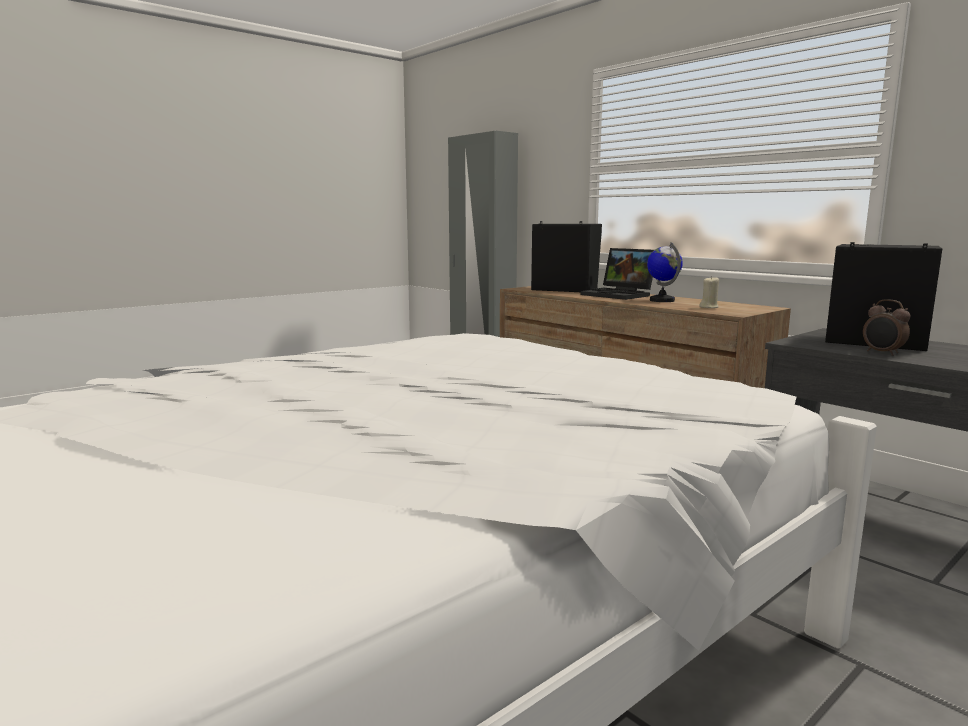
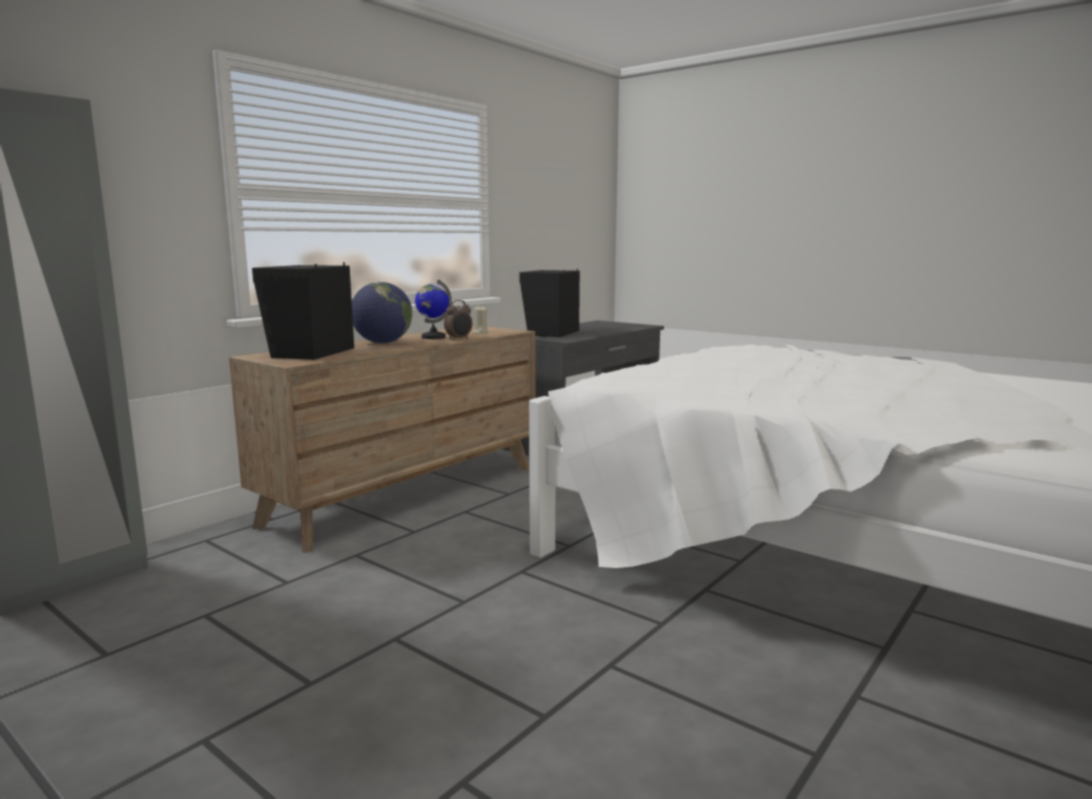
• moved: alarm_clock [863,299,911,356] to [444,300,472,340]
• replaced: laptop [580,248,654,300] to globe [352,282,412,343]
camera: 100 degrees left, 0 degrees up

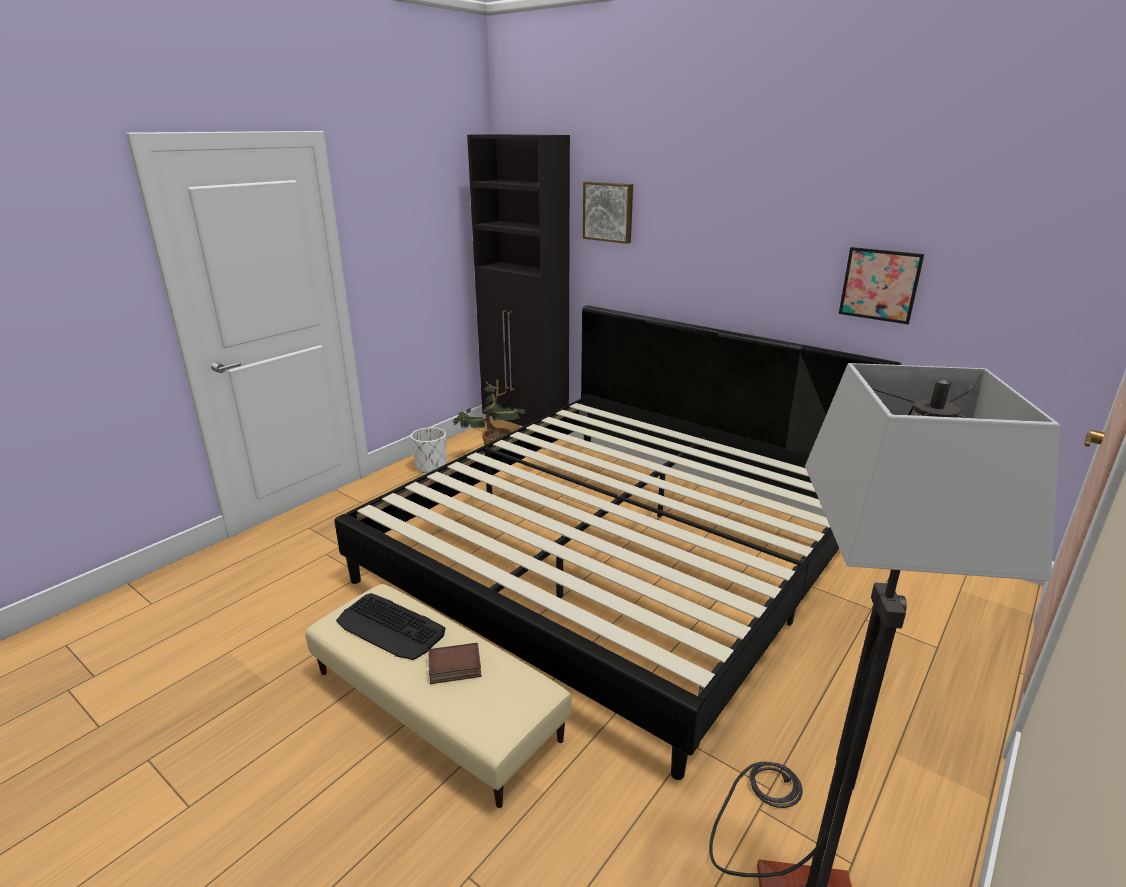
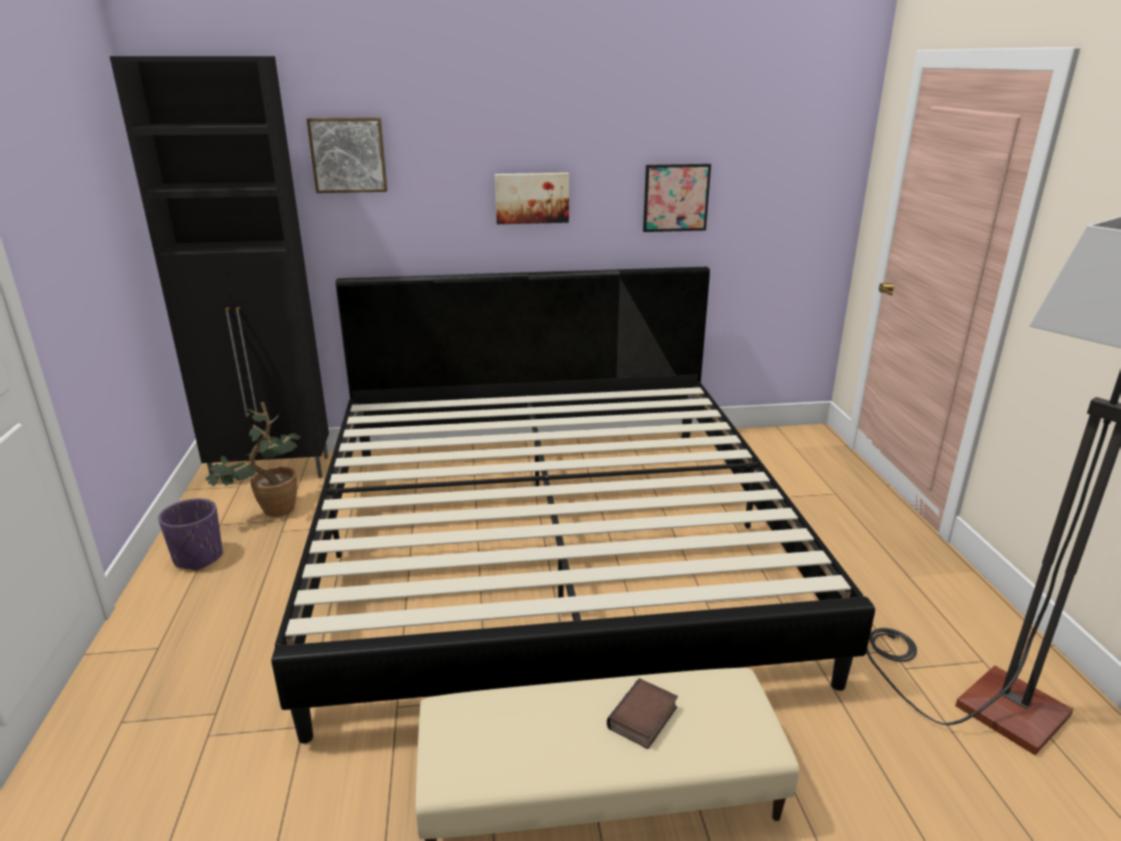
• removed: keyboard [336,593,446,660]
• added: picture [495,173,569,224]
• recoloured: white_planter [410,427,447,473] to purple_planter [158,498,223,571]
camera: 45 degrees left, 0 degrees up

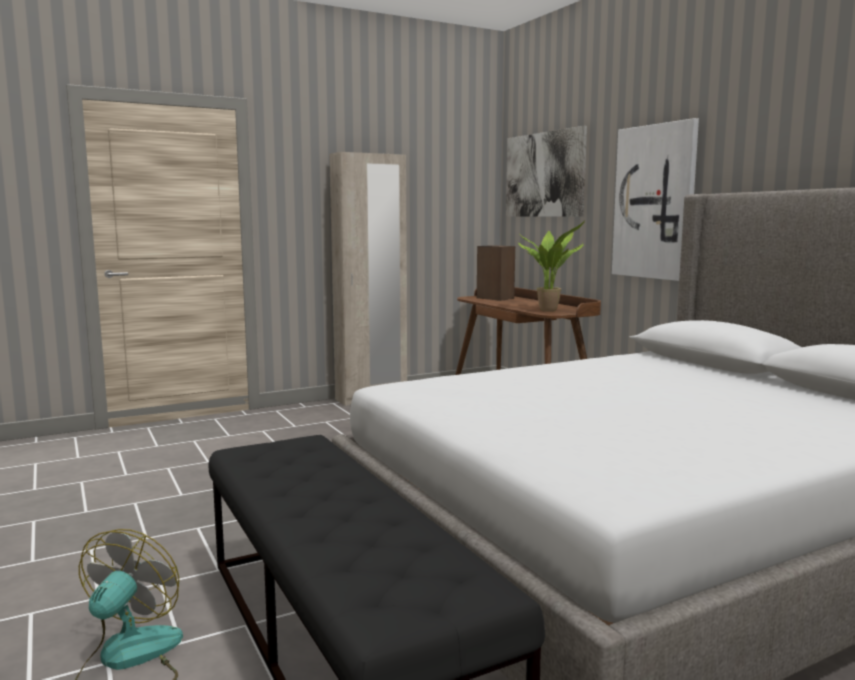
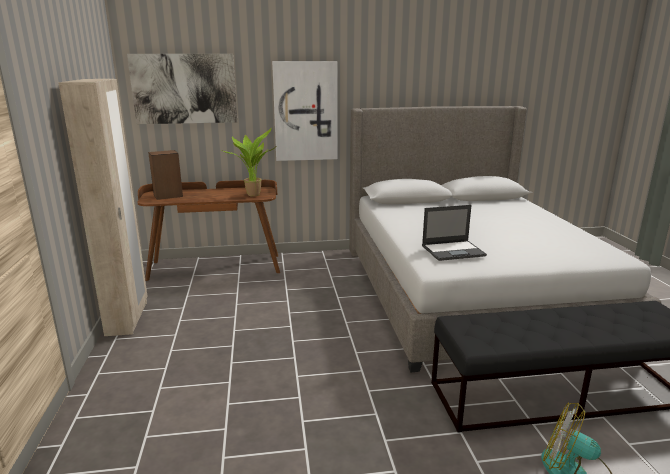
• added: laptop [422,205,487,261]
camera: 70 degrees left, 10 degrees up

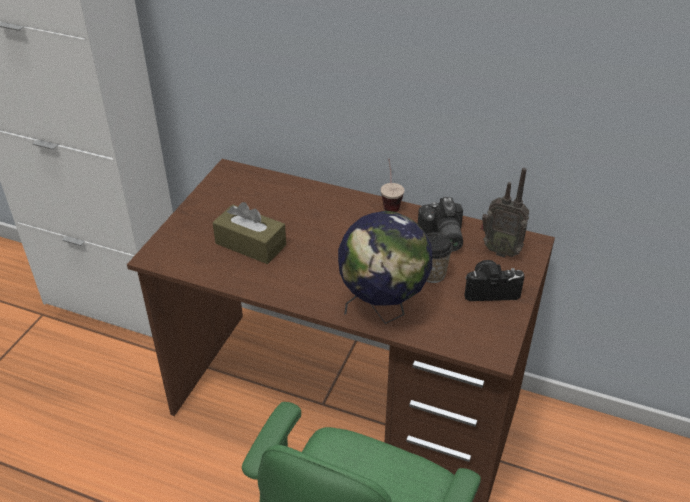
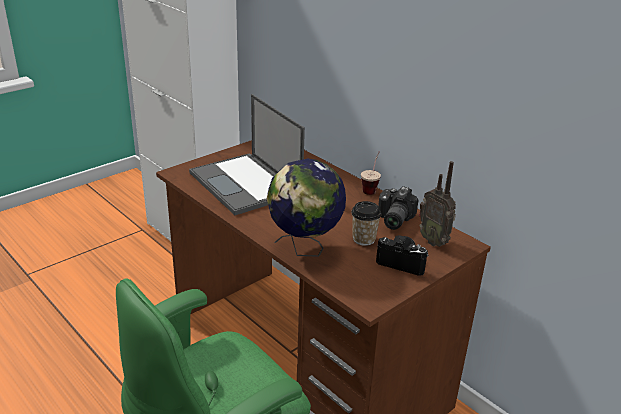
• replaced: brown_tissue_box [212,202,286,264] to laptop [189,94,305,215]
camera: 25 degrees right, 10 degrees down

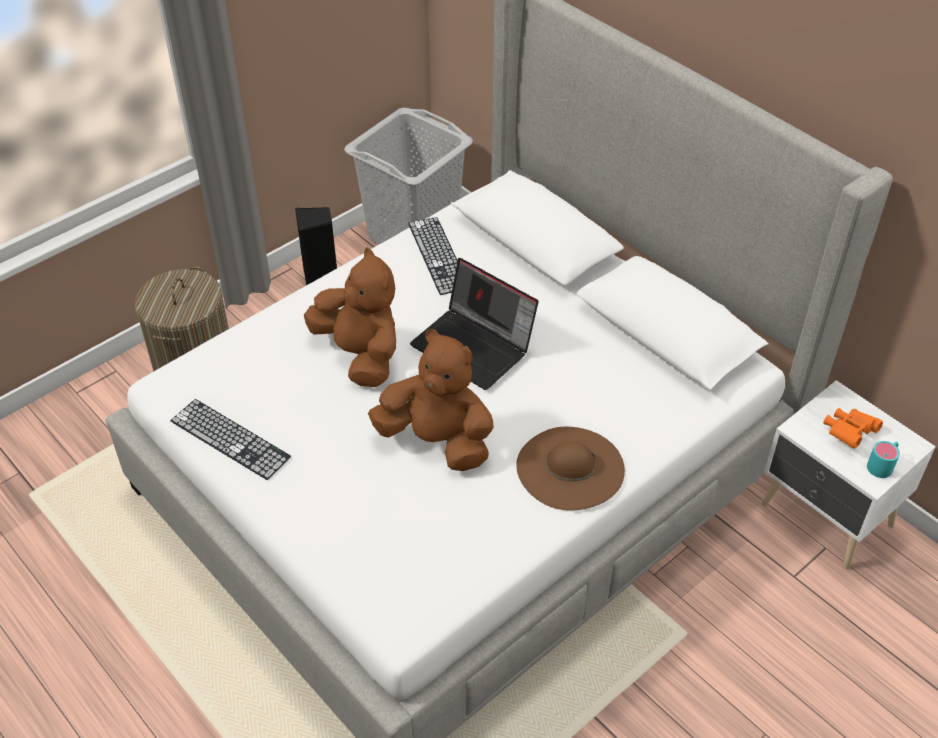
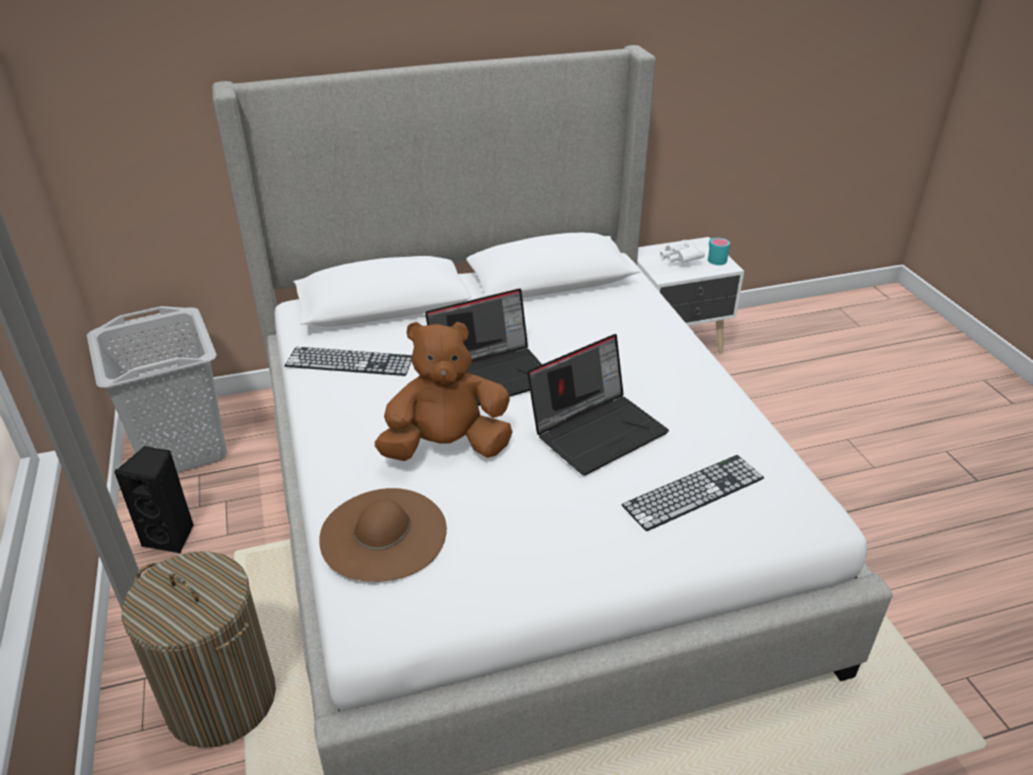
• moved: keyboard [170,399,291,480] to [621,455,764,532]
• moved: brown_hat [516,427,625,511] to [319,488,447,582]
• replaced: brown_plush_toy [368,329,494,471] to laptop [527,334,669,476]
• recoloured: orange_binoculars [823,408,883,449] to white_binoculars [660,240,705,263]
camera: 65 degrees left, 10 degrees down

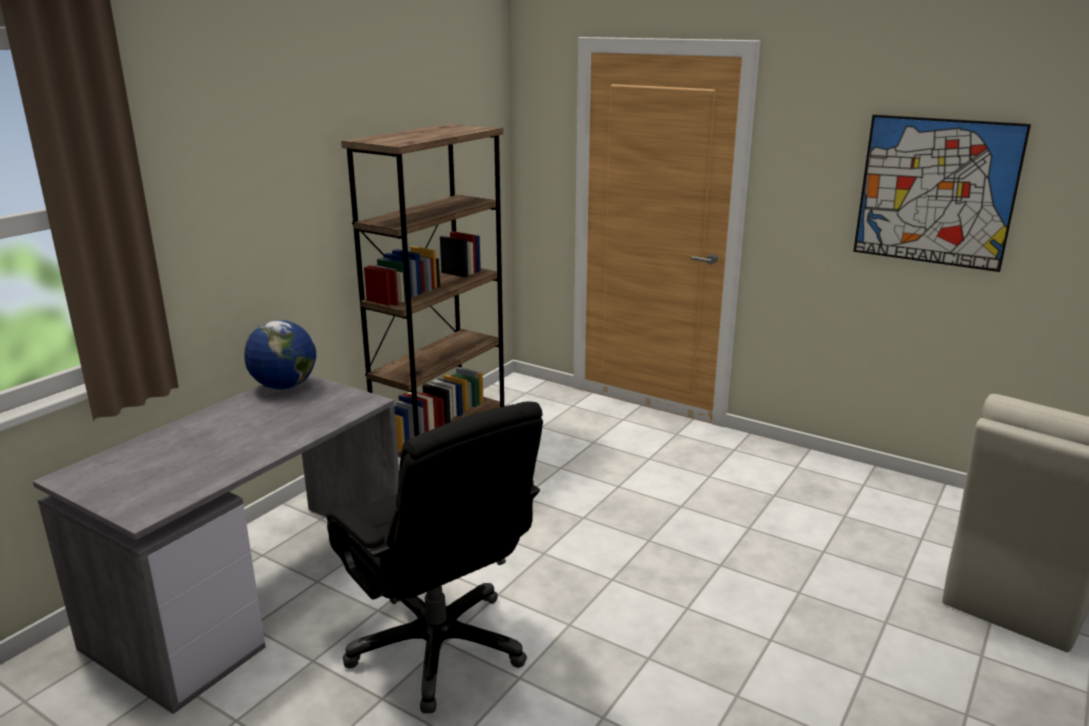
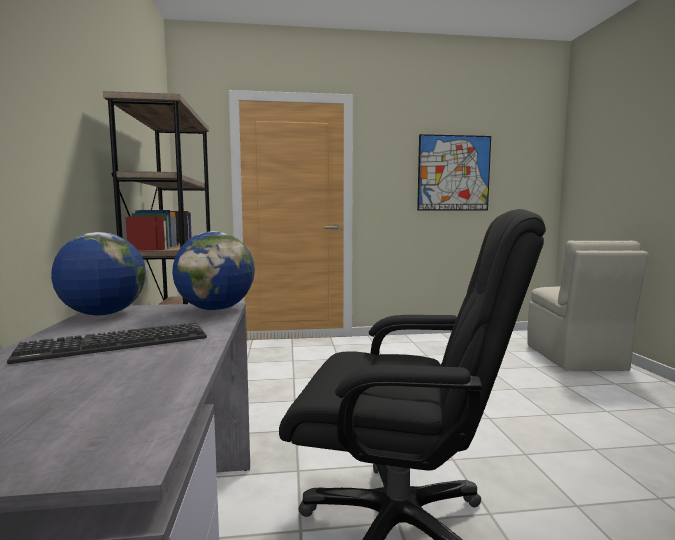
• added: keyboard [7,322,207,364]
• added: globe [172,231,255,311]
camera: 40 degrees left, 15 degrees down

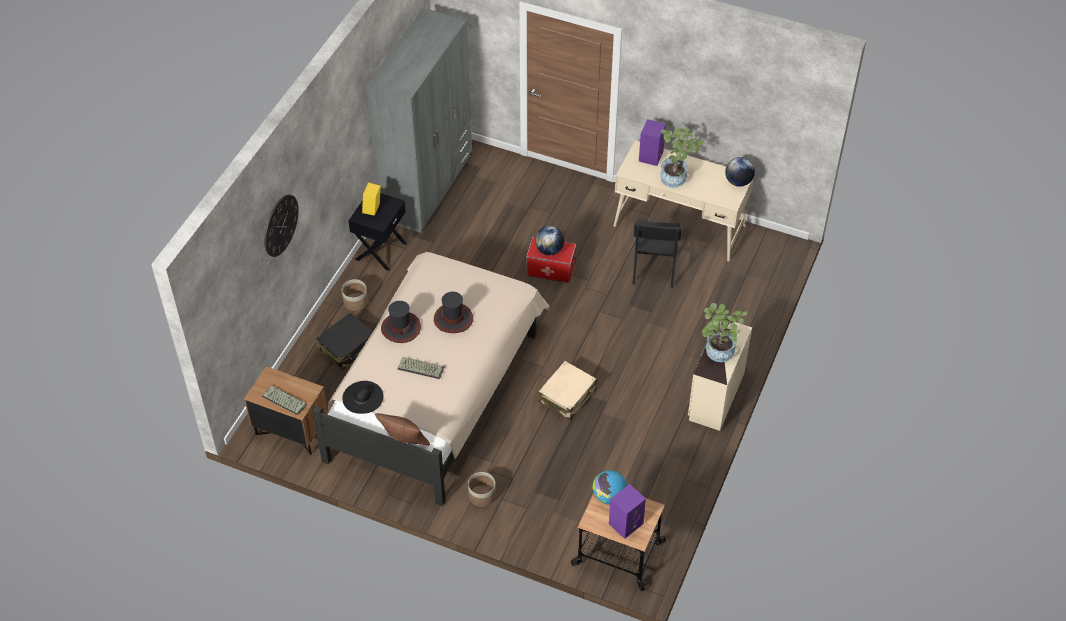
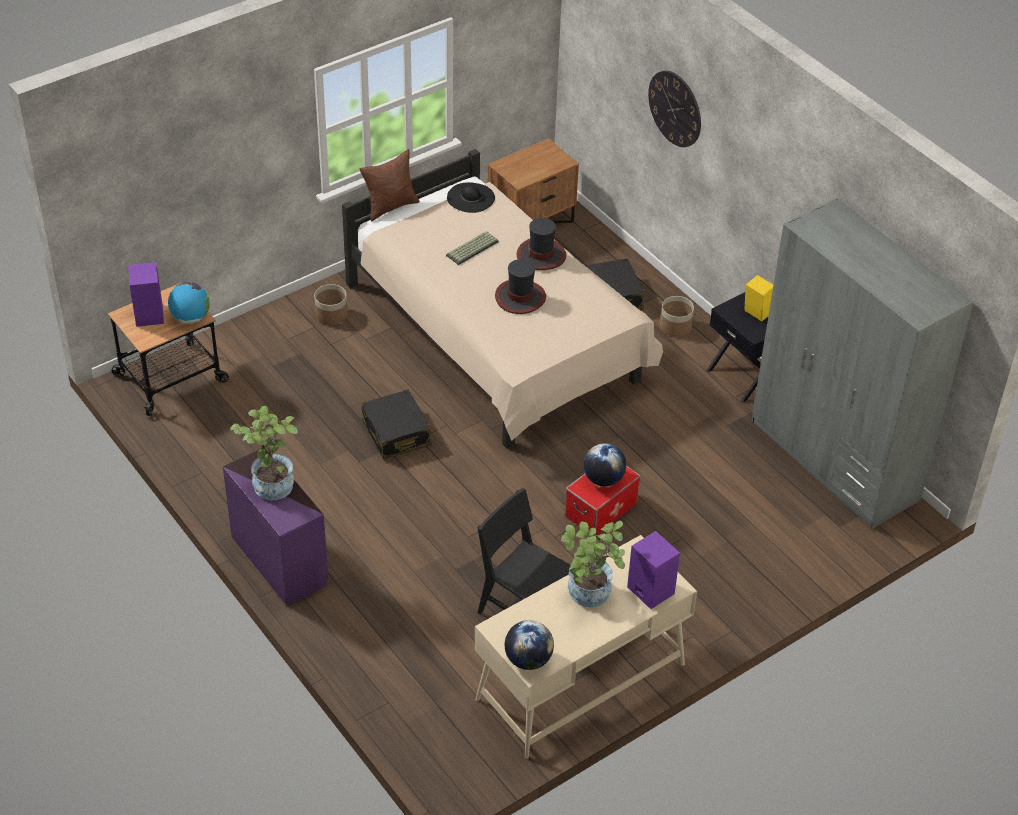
• removed: keyboard [262,385,307,415]
• recoloured: beige_suitcase [538,361,597,420] to black_suitcase [361,389,432,459]
• recoloured: beige_dresser [688,322,752,431] to purple_dresser [223,449,328,606]
camera: 120 degrees right, 5 degrees down

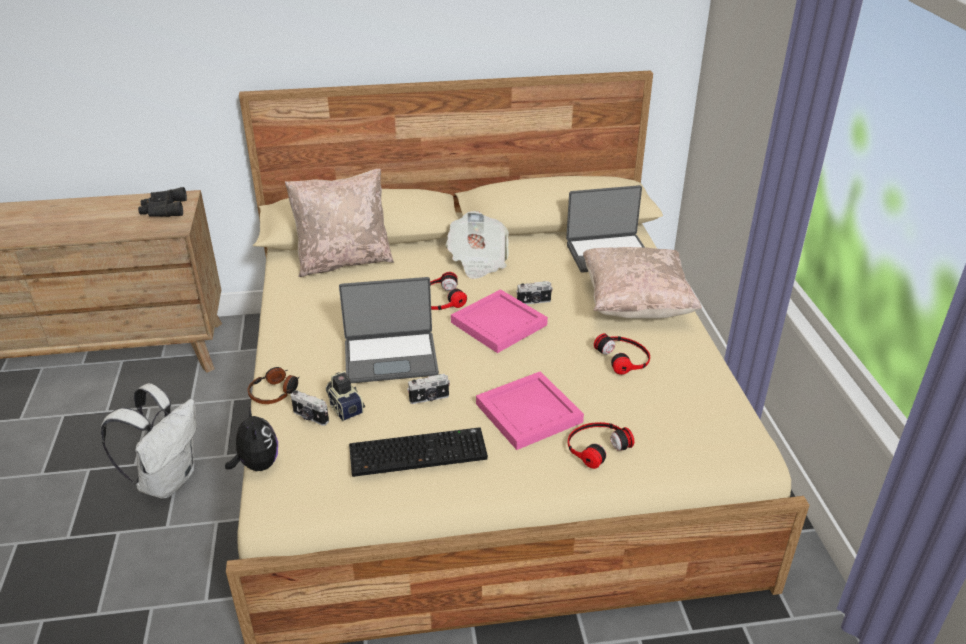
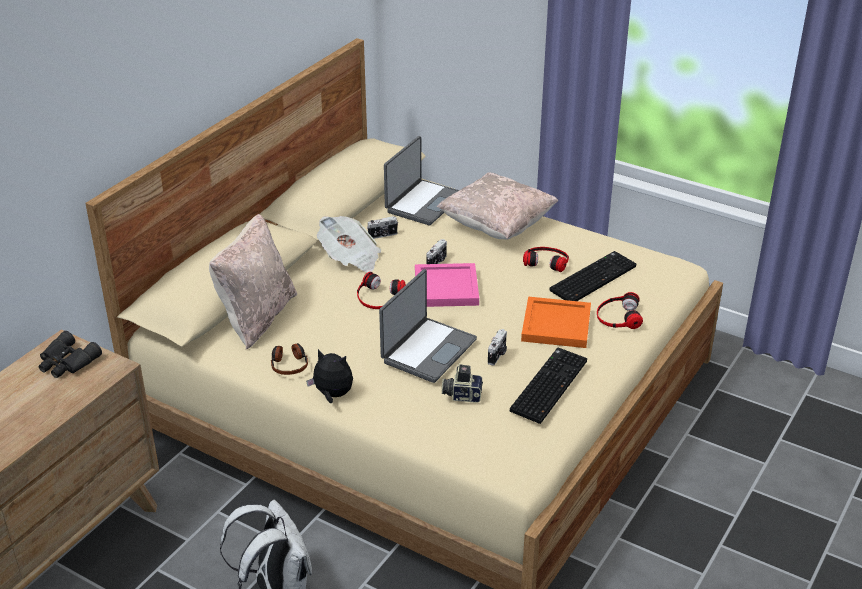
• added: keyboard [549,251,636,301]
• moved: plush_toy [225,406,278,471] to [306,349,353,403]
• moved: headphones [248,367,300,404] to [271,343,308,375]
• moved: photo_camera [291,390,329,426] to [367,216,398,239]
• recoloured: pink_tray [476,371,584,450] to orange_tray [521,297,591,348]
camera: 50 degrees left, 0 degrees up

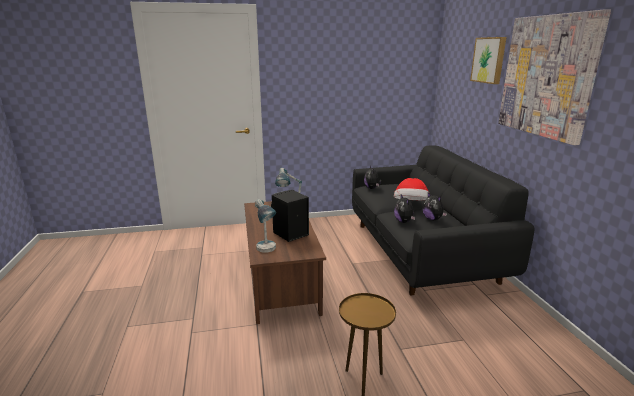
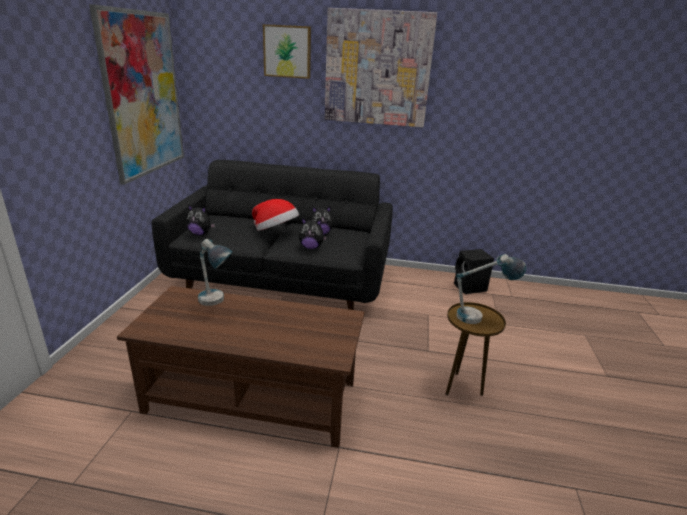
• added: picture [89,4,184,185]
• moved: table_lamp [255,199,277,253] to [456,254,527,324]
• moved: black_speaker [271,190,309,242] to [454,249,494,294]
camera: 70 degrees left, 5 degrees up

